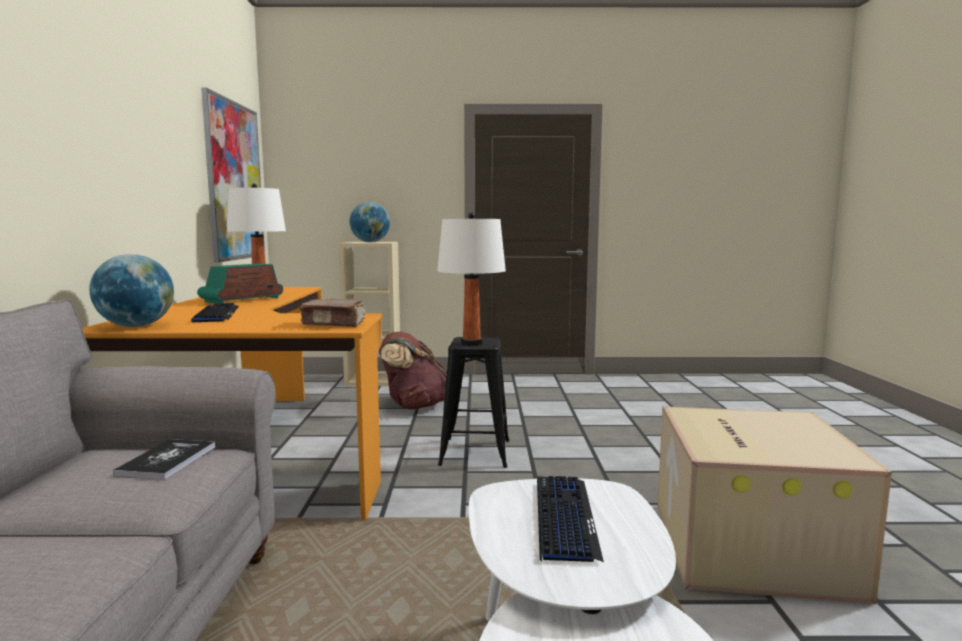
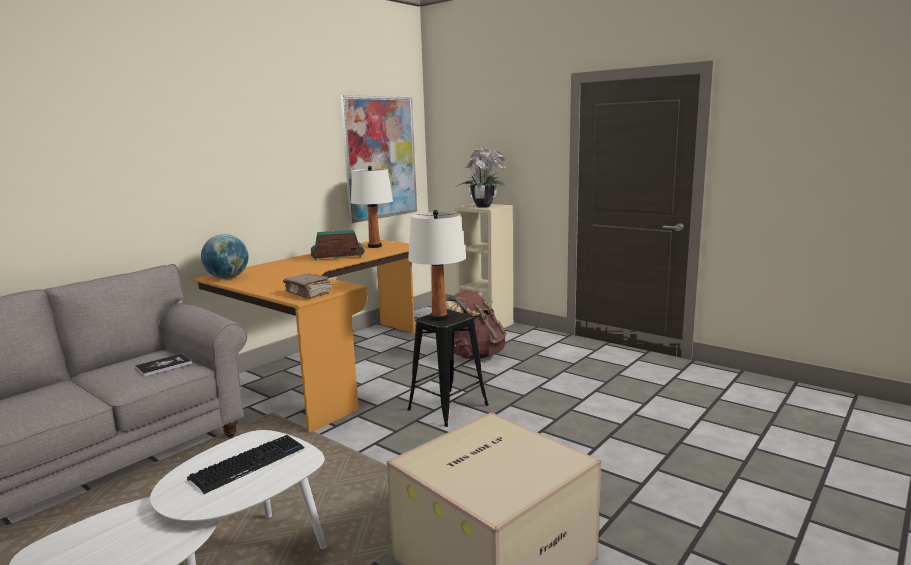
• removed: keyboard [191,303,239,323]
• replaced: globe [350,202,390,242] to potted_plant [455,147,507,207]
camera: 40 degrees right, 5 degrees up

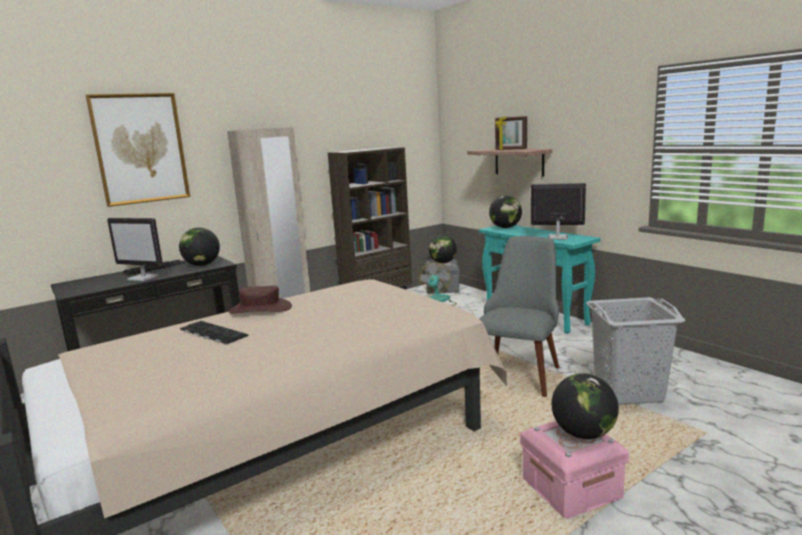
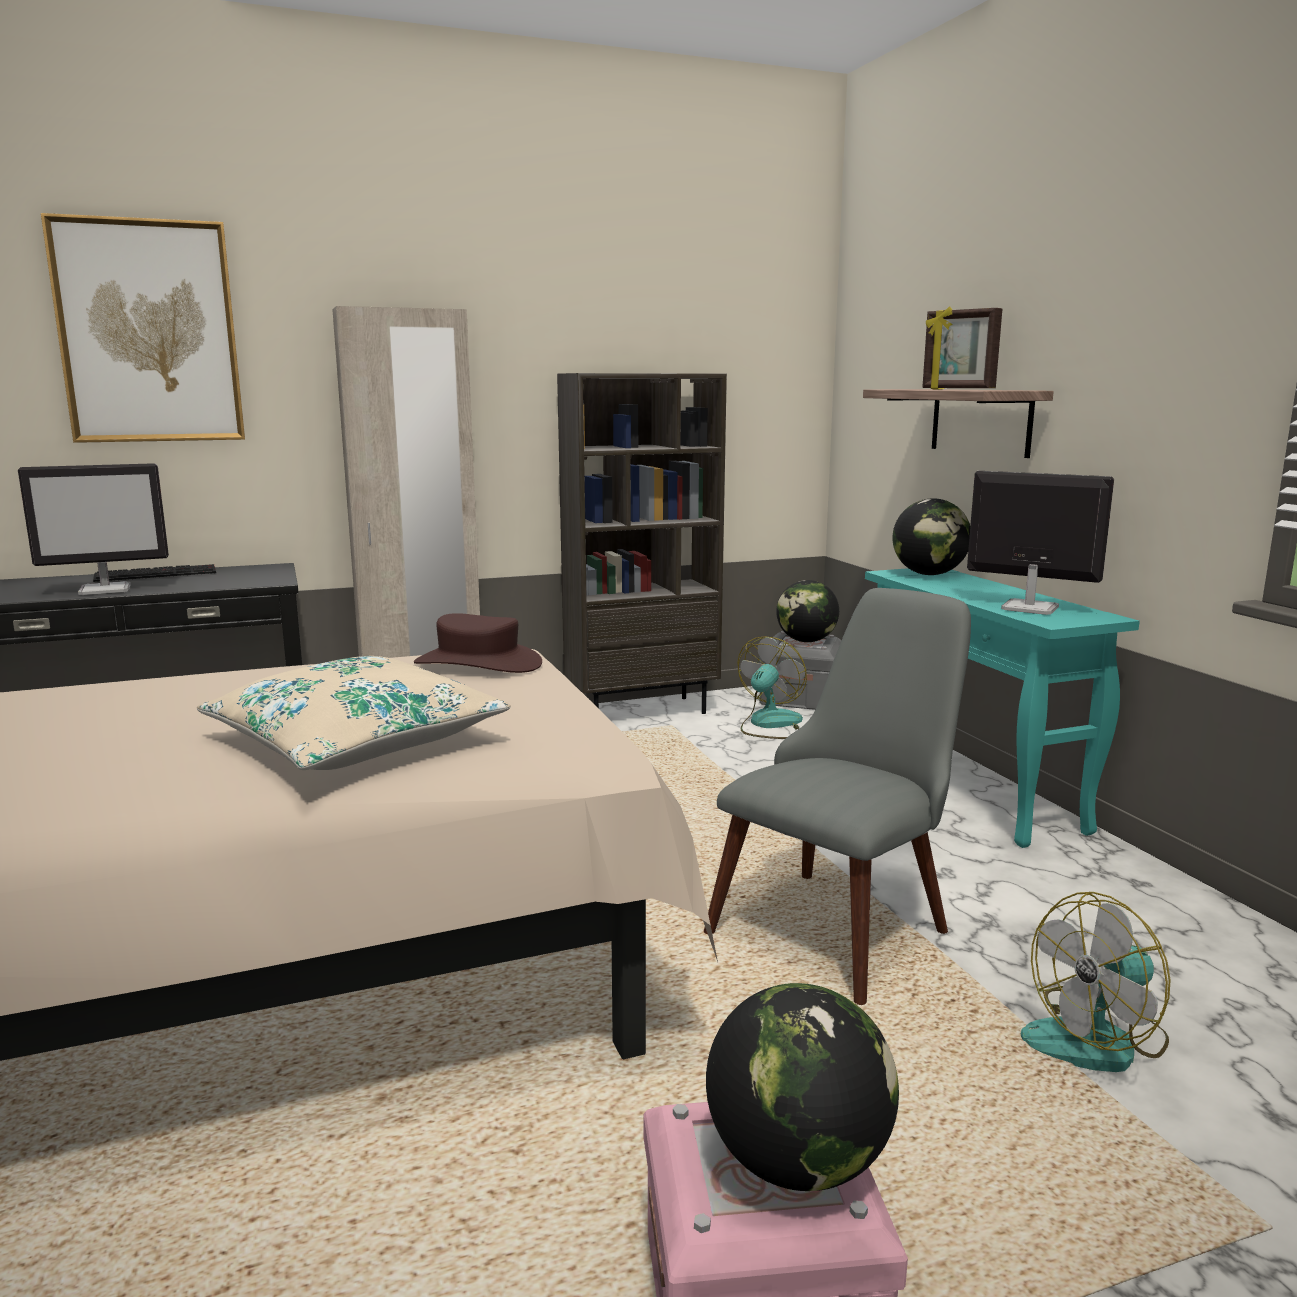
• removed: globe [179,228,220,266]
• removed: keyboard [180,321,248,345]
• added: beige_pillow [196,656,511,770]
• moved: brown_hat [229,286,292,314] to [414,613,542,673]
• replaced: grey_laundry_basket [586,297,685,405] to fan [1021,892,1171,1072]
• turned: monitor [107,218,163,281] = [18,463,169,595] 60 degrees counterclockwise
camera: 15 degrees right, 0 degrees up

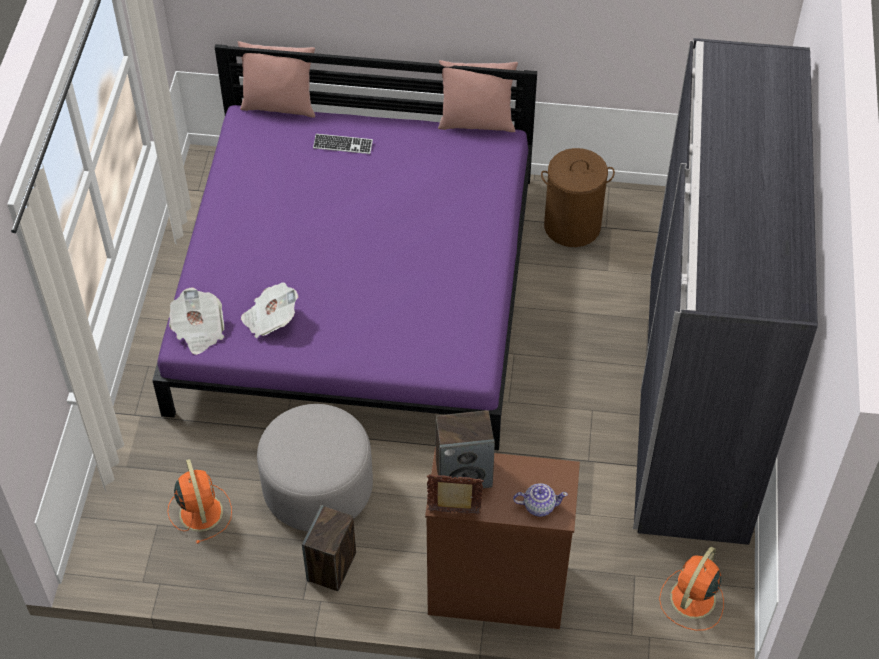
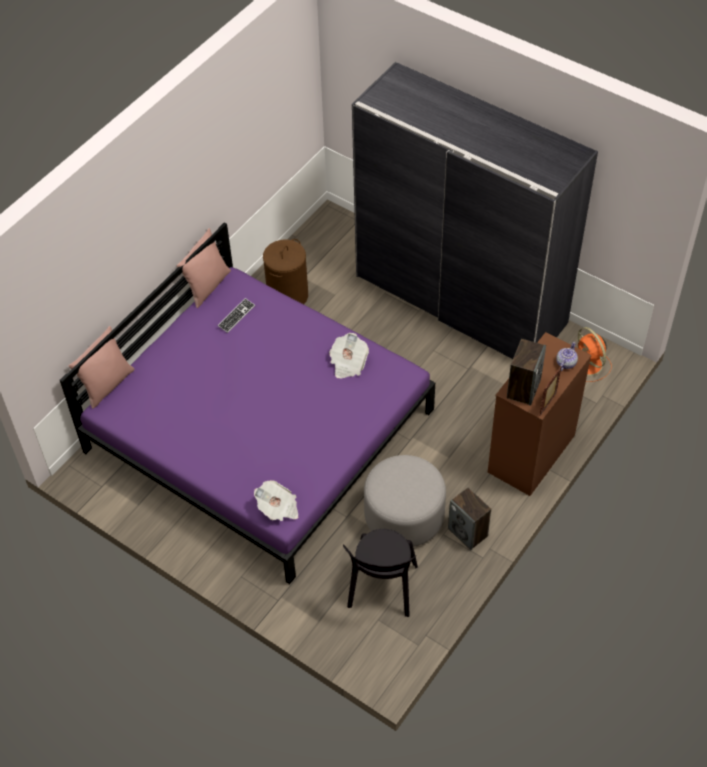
• moved: newspaper [241,283,298,338] to [329,333,369,378]
• moved: keyboard [313,134,373,154] to [218,298,255,333]
• replaced: orange_fan [168,459,232,544] to black_chair [343,529,418,617]
camera: 60 degrees left, 0 degrees up

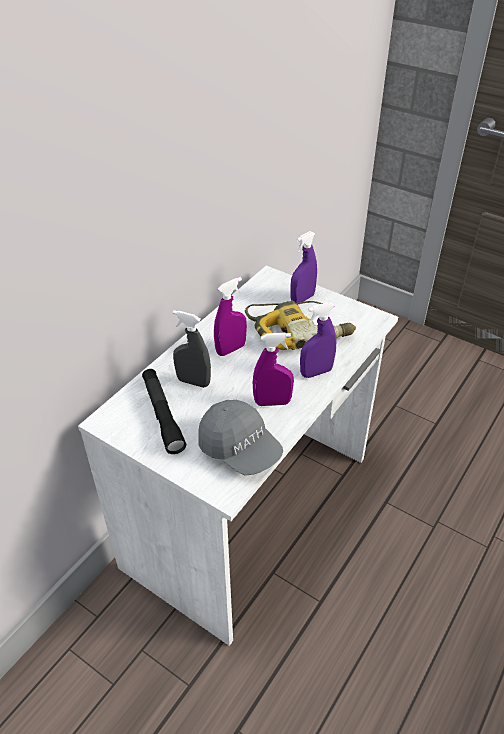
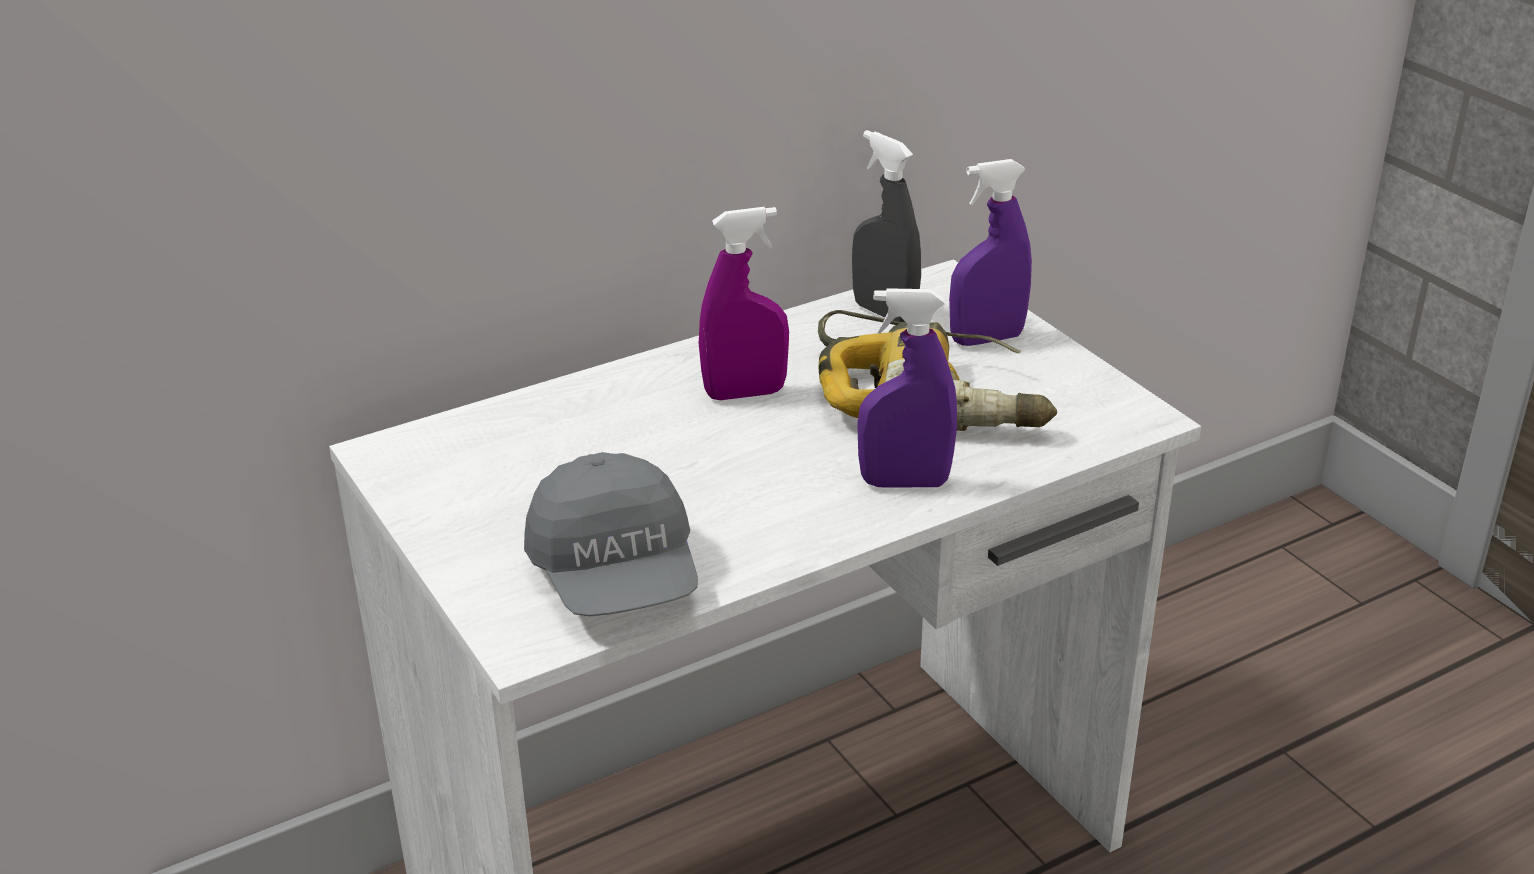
• removed: black_flashlight [142,369,186,454]
• removed: purple_spray_bottle [253,332,294,406]
• moved: grey_spray_bottle [173,310,211,388] to [852,130,921,322]
camera: 25 degrees right, 10 degrees down

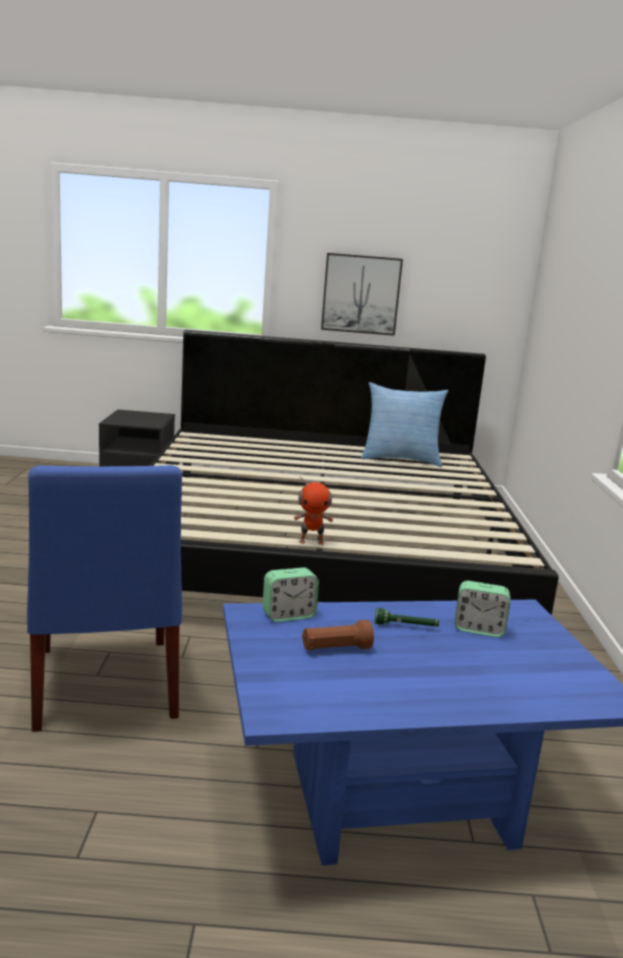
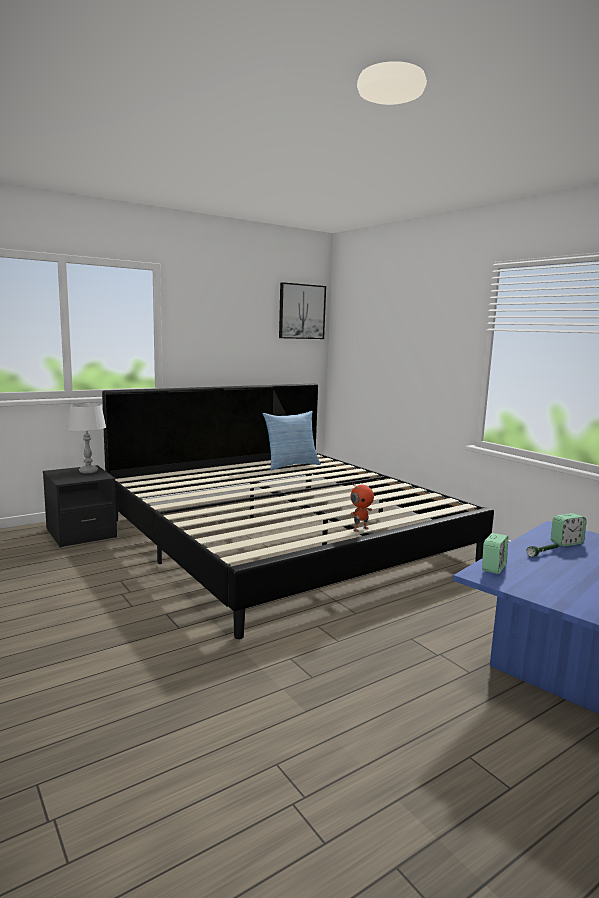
• removed: blue_chair [27,465,182,732]
• removed: brown_flashlight [302,620,374,651]
• added: grey_table_lamp [67,403,106,473]
• moved: picture [321,253,403,336] to [279,282,326,339]
camera: 35 degrees left, 5 degrees down

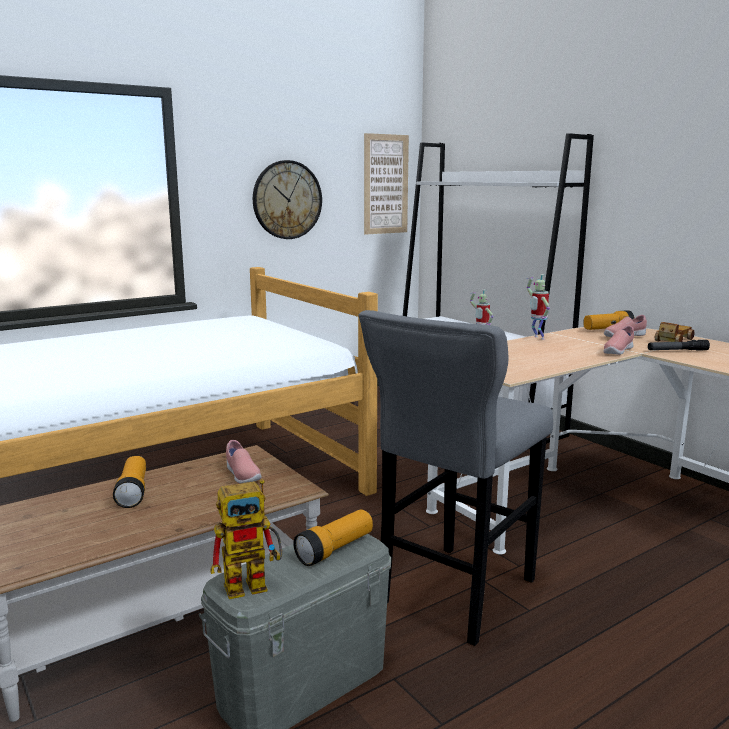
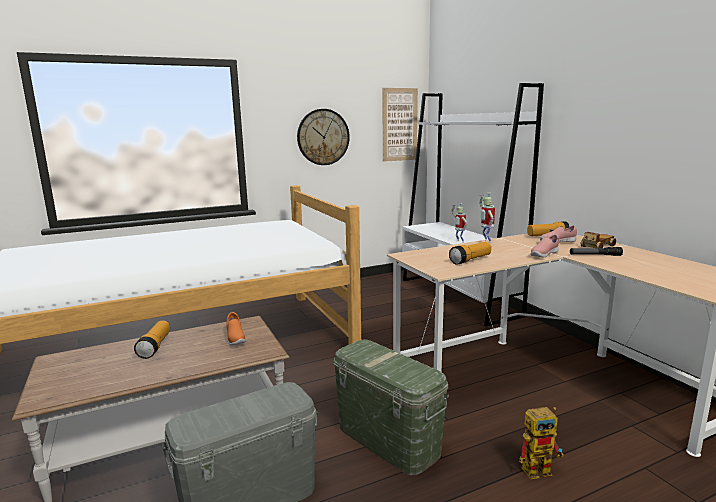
• moved: toy_robot [210,479,282,599] to [519,407,564,480]
• moved: flashlight [293,509,373,566] to [449,242,491,265]
• replaced: grey_stool [358,310,553,646] to green_storage_box [334,340,449,475]
• recoloured: pink_shoe [226,440,262,483] to orange_shoe [226,312,246,346]
camera: 10 degrees right, 0 degrees up

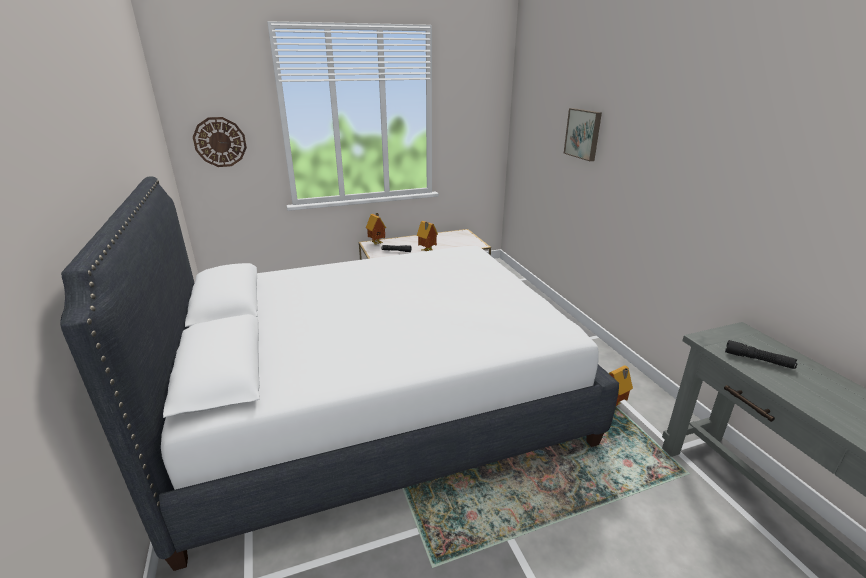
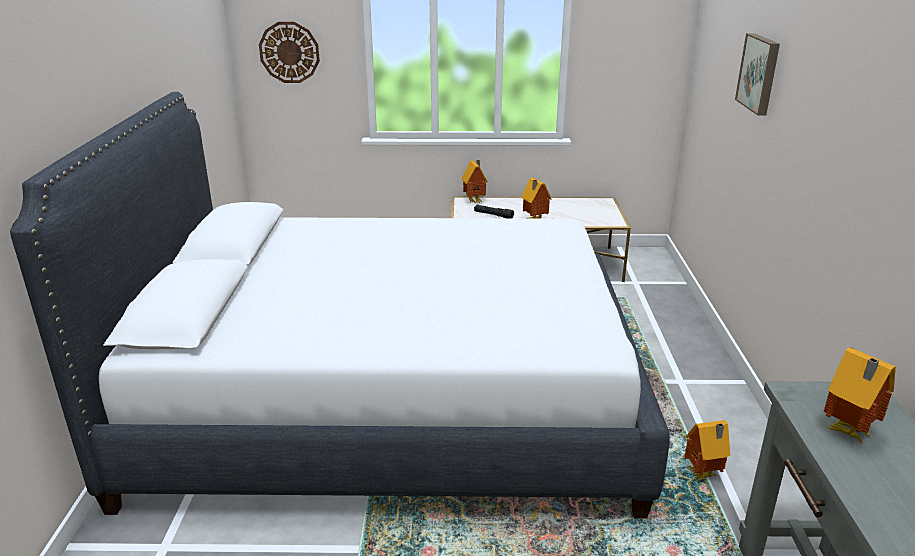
• replaced: black_flashlight [725,340,798,369] to toy_house [824,347,896,444]
camera: 20 degrees right, 0 degrees up

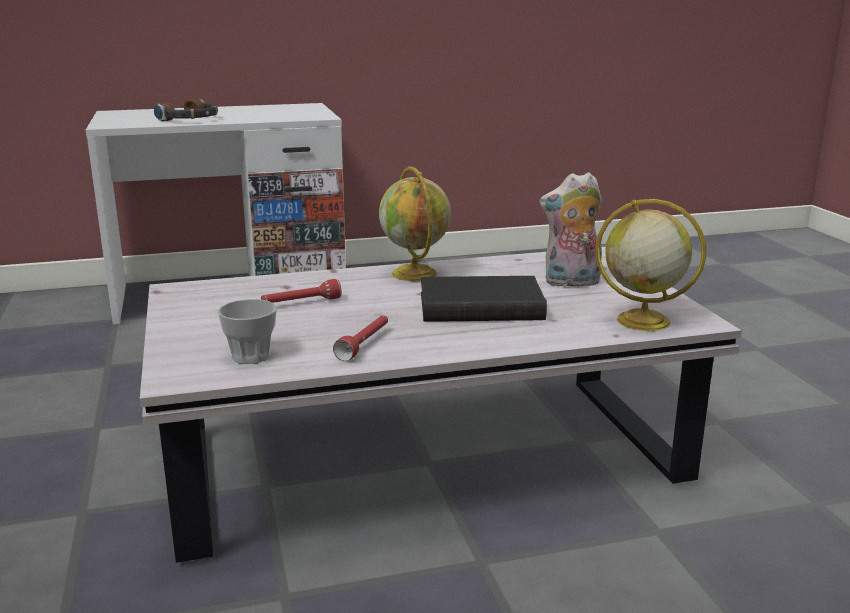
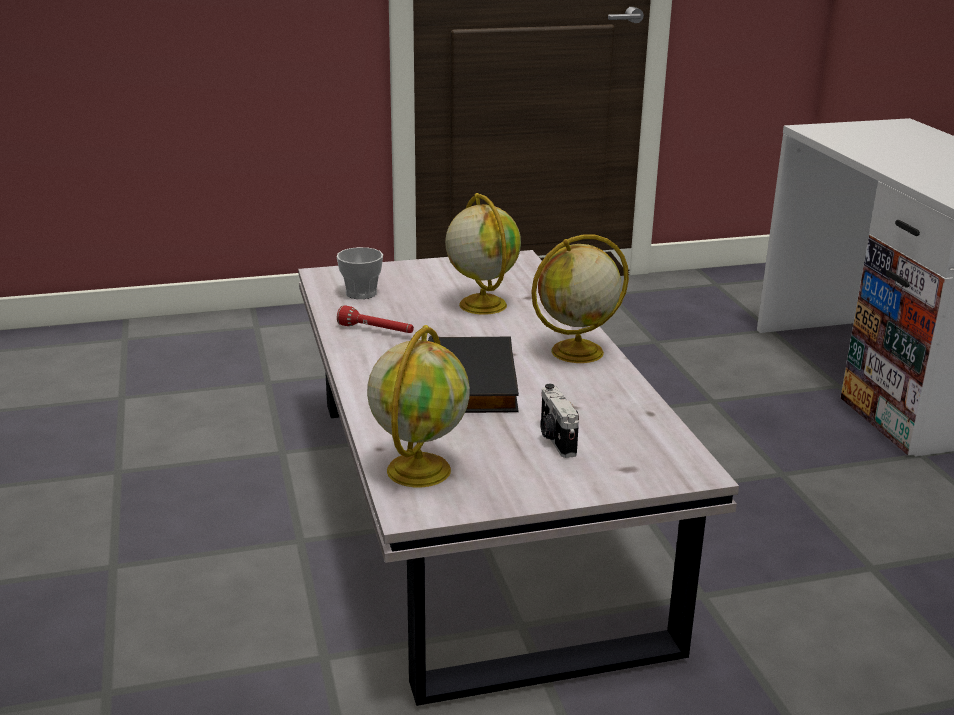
• removed: headphones [154,98,218,121]
• replaced: red_flashlight [261,279,341,303] to globe [445,193,521,315]
• replaced: plush_toy [539,172,602,287] to photo_camera [540,383,579,458]
camera: 90 degrees right, 5 degrees up

